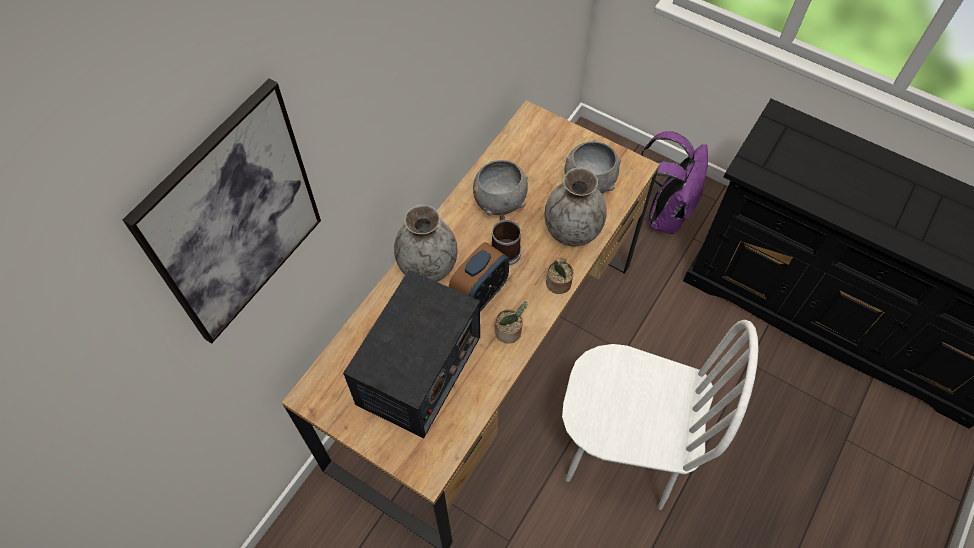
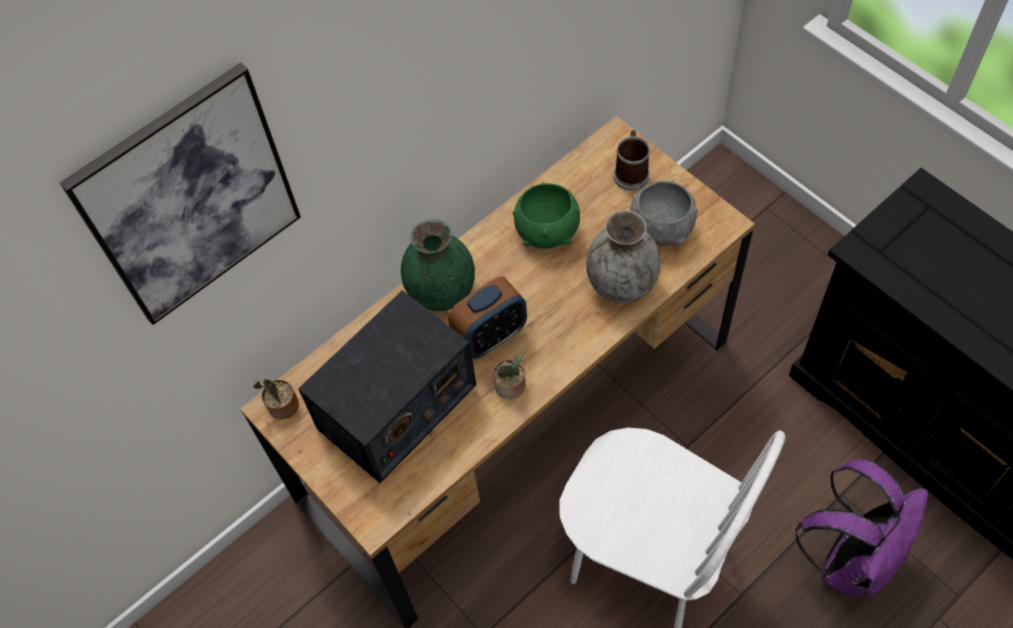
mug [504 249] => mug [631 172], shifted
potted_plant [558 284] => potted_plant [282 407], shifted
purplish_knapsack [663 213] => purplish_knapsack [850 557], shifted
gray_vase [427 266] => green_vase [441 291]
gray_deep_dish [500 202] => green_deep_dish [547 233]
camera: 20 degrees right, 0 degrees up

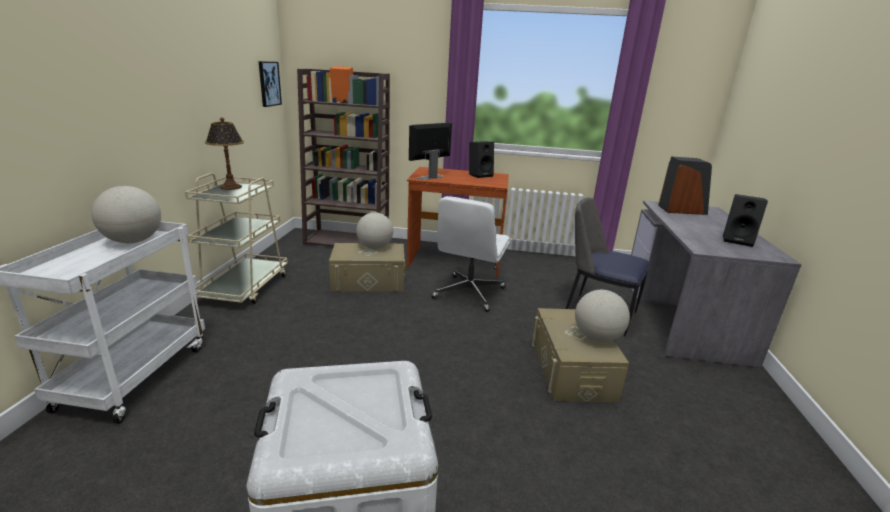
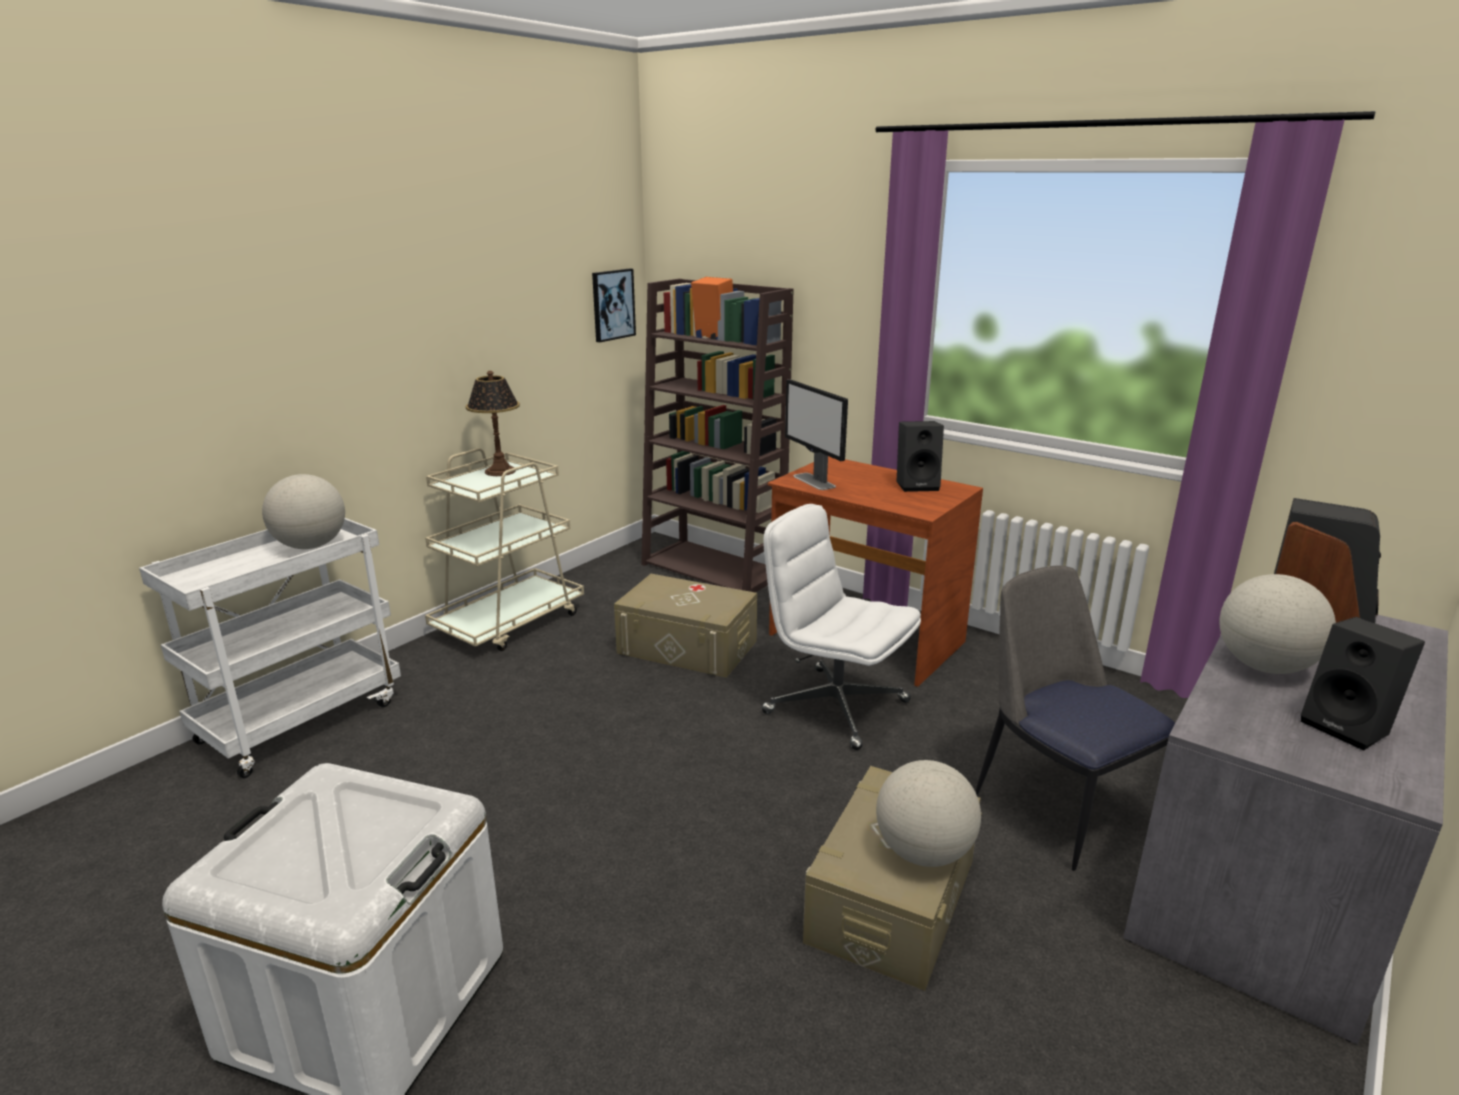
world_globe [375 247] => world_globe [1264 667], shifted
monitor [430 177] => monitor [814 481], 105 degrees counterclockwise
white-coloured_computer_chair [469 293] => white-coloured_computer_chair [834 706], 75 degrees clockwise
camera: 30 degrees right, 0 degrees up

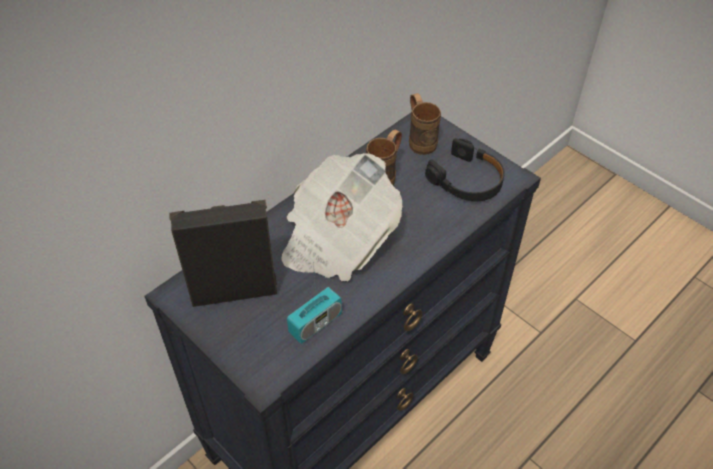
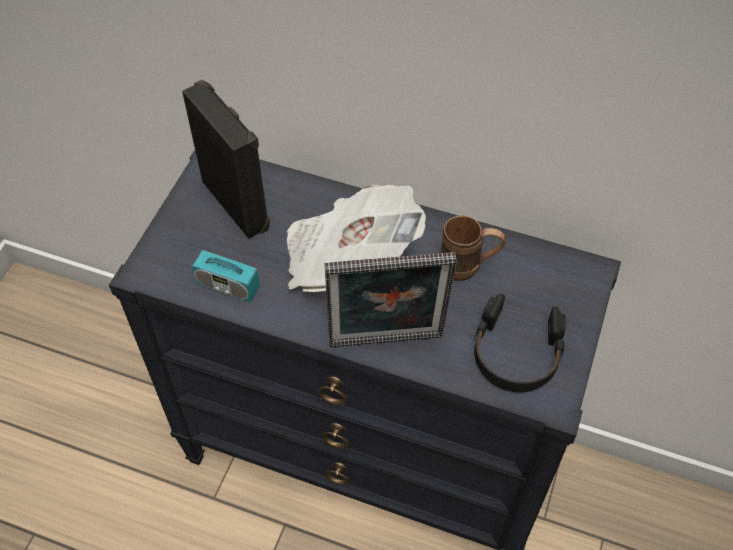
brown_mug [420 140] => nothing
nothing => photo_frame [386 344]
camera: 65 degrees right, 5 degrees up

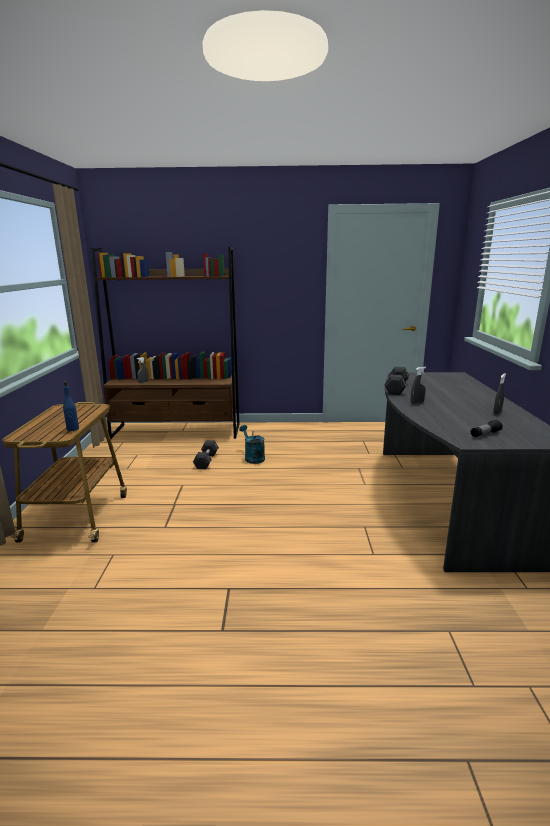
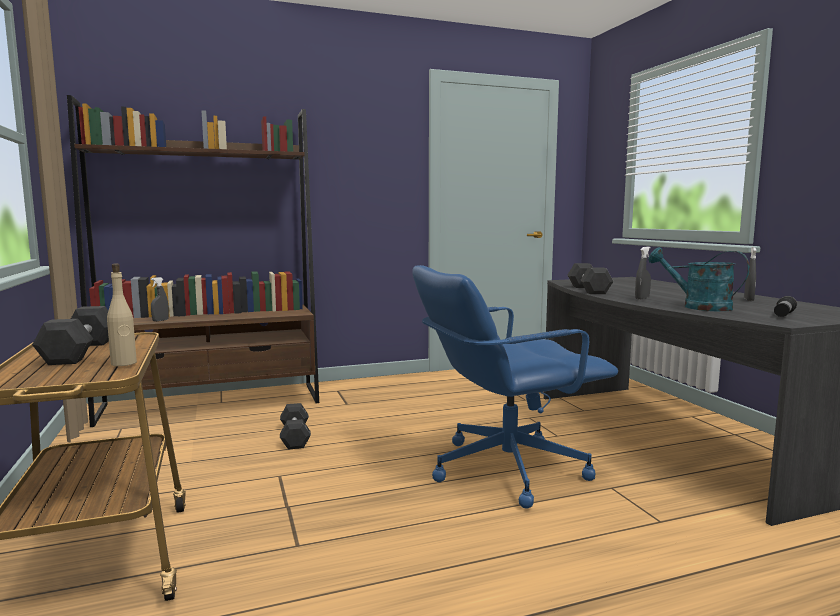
nothing => black-coloured_hand_weight [80 352]
nothing => blue_computer_chair [505 469]
blue-green_watering_pot [252 457] => blue-green_watering_pot [698 307], shifted
blue_bottle [73 429] => sand-coloured_bottle [124 363]
camera: 20 degrees left, 10 degrees down

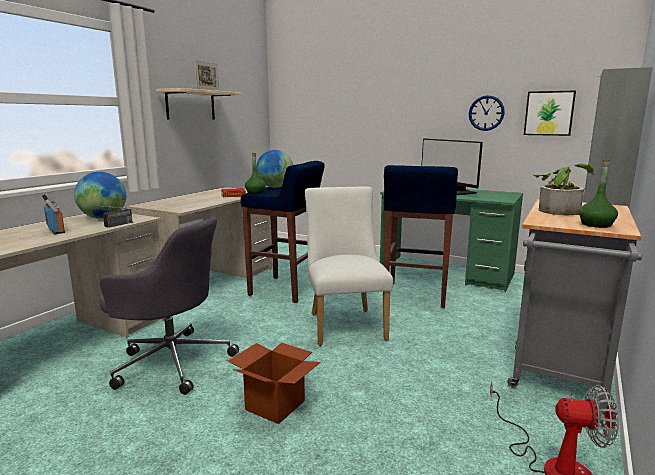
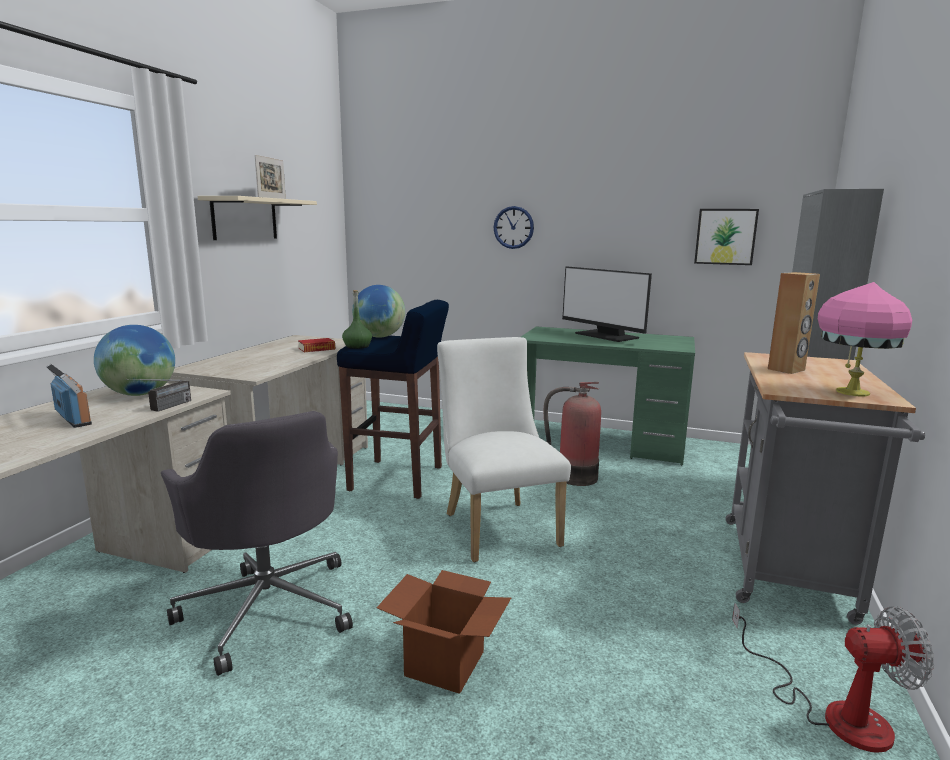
clock_on_the_wall [486 113] => clock_on_the_wall [513 227], shifted
blue_stool [415 295] => fire-fighting_cylinder [573 477]
potted_plant [559 210] => brown_speaker [786 369]
green_bottle [596 225] => pink_table_lamp [850 392]
gray_computer_chair [172 361] => gray_computer_chair [268 607], 45 degrees clockwise
camera: 10 degrees left, 0 degrees up

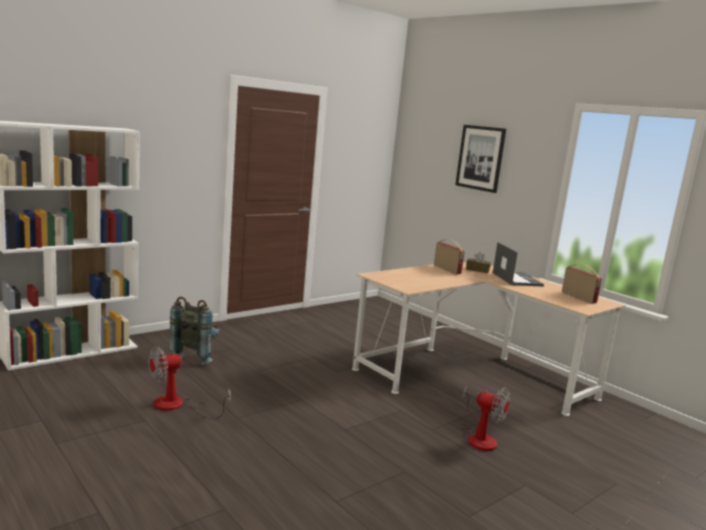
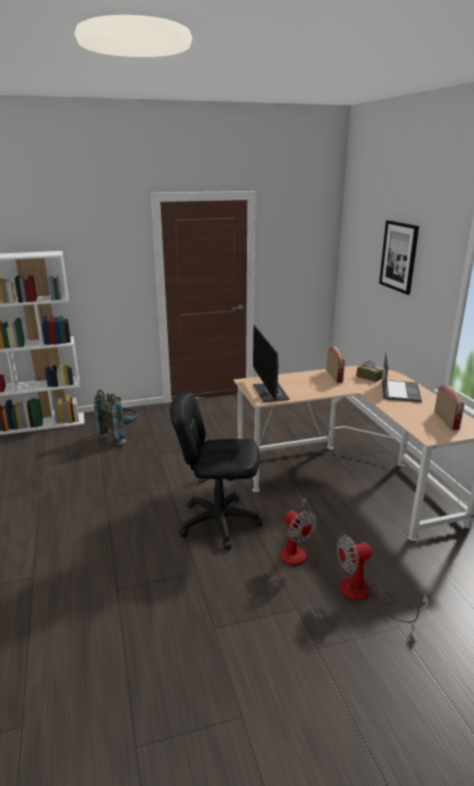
nothing => black-coloured_computer_chair [219 522]
nothing => monitor [271 393]
cooling_fan [178 406] => cooling_fan [365 595], shifted
camera: 25 degrees right, 10 degrees up

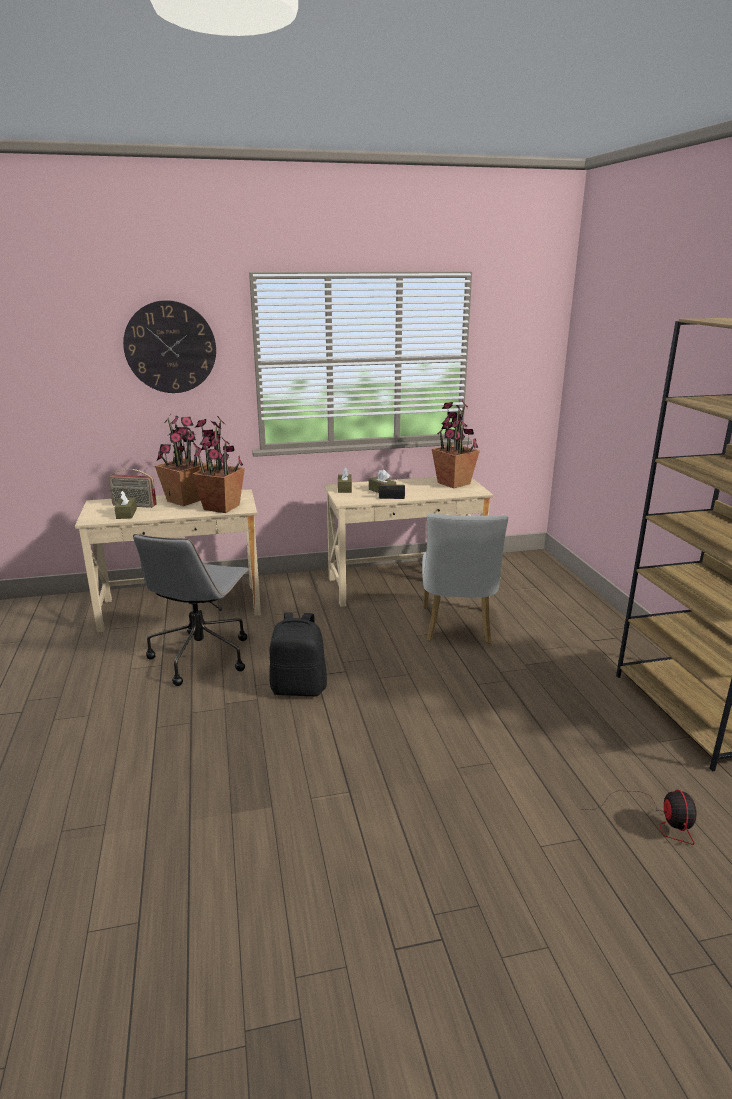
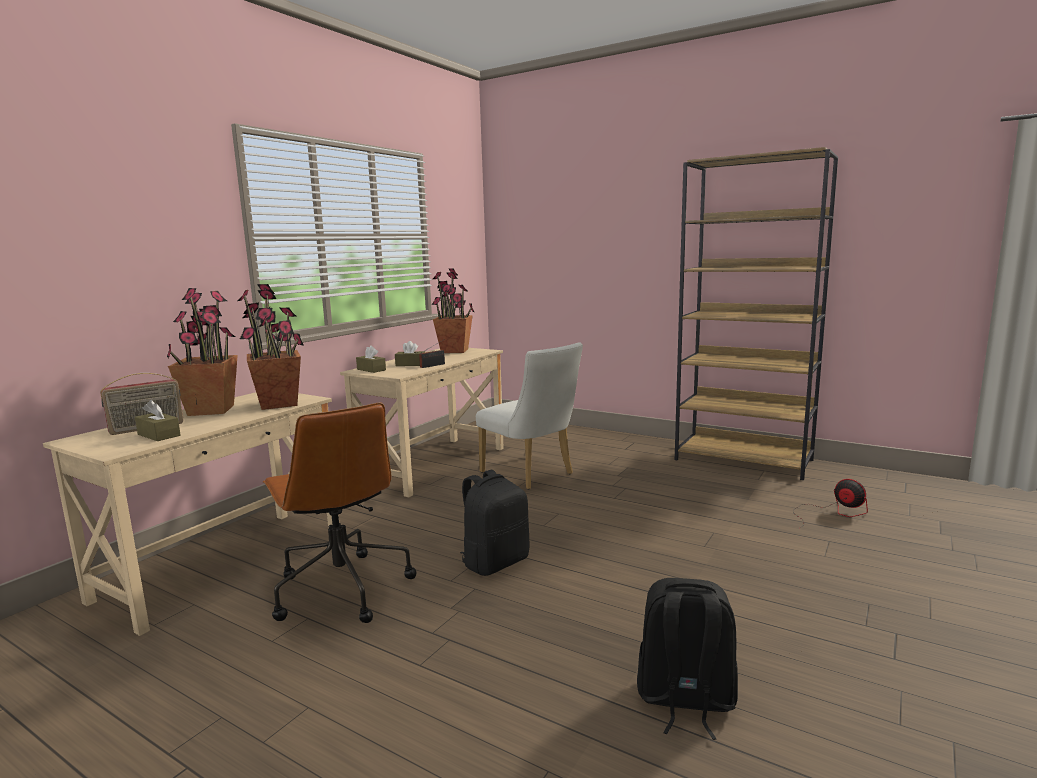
clock_on_the_wall [170 347] => nothing
nothing => black-coloured_knapsack [684 700]
gray_computer_chair [201 655] => brown_computer_chair [341 588]
camera: 45 degrees left, 10 degrees down

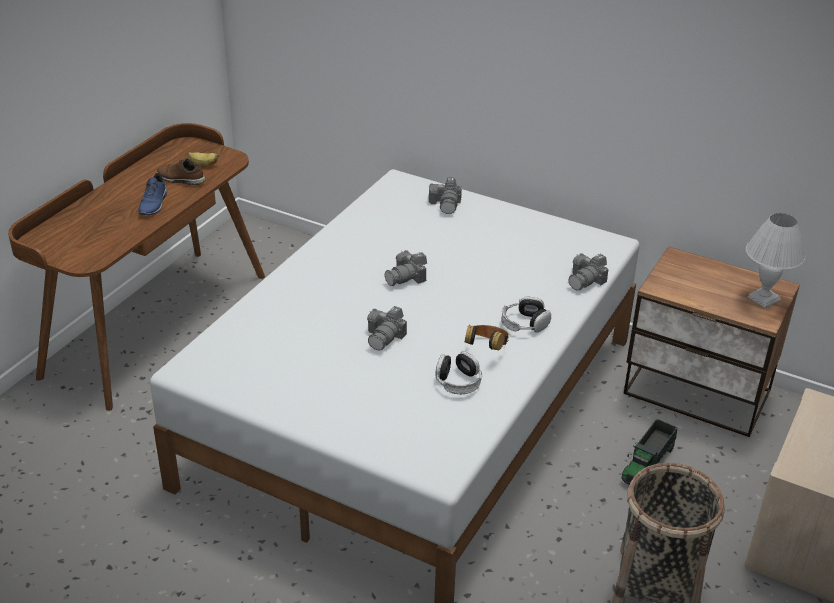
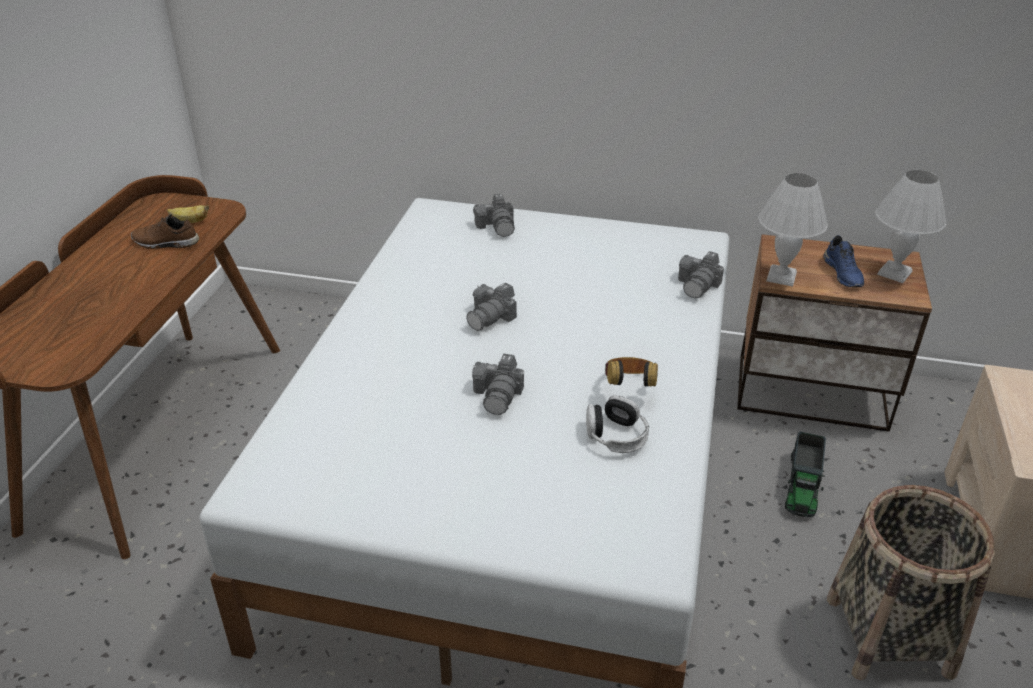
headphones [524 323] => nothing
nothing => white-coloured_table_lamp [780 277]
blue_shoe [154 204] => blue_shoe [843 273], shifted
camera: 15 degrees left, 0 degrees up

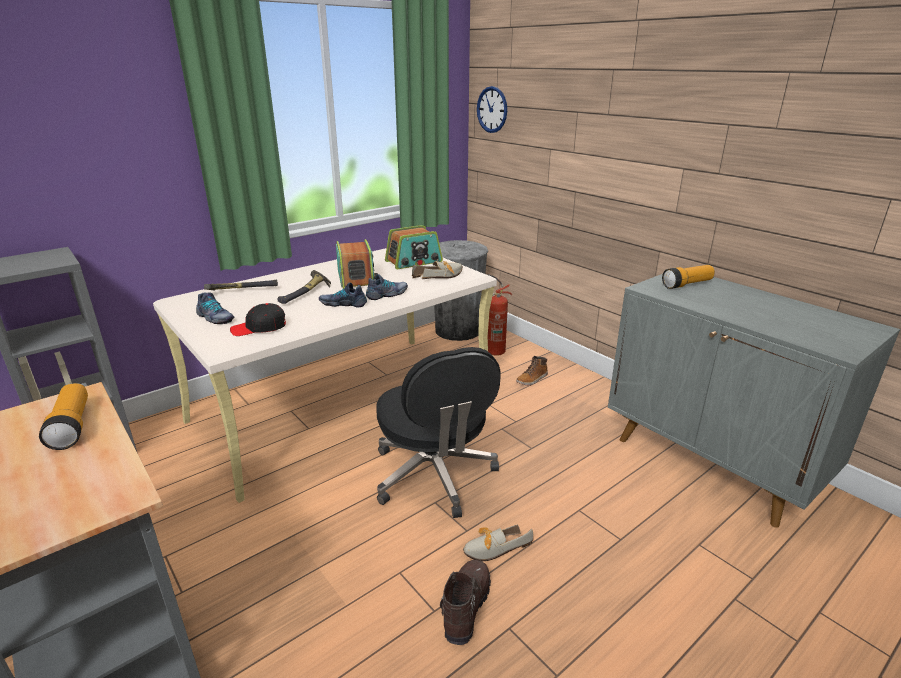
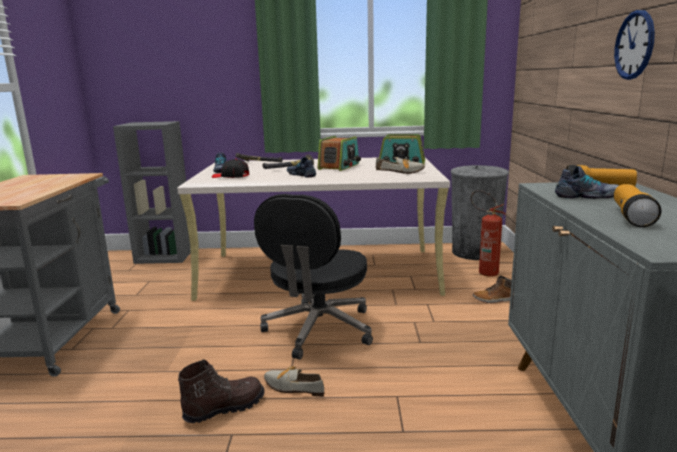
flashlight [72 426] => flashlight [631 217], shifted
shoe [387 294] => shoe [587 196], shifted
clock_on_the_wall [492 109] => clock_on_the_wall [634 45], shifted
camera: 40 degrees right, 10 degrees down

